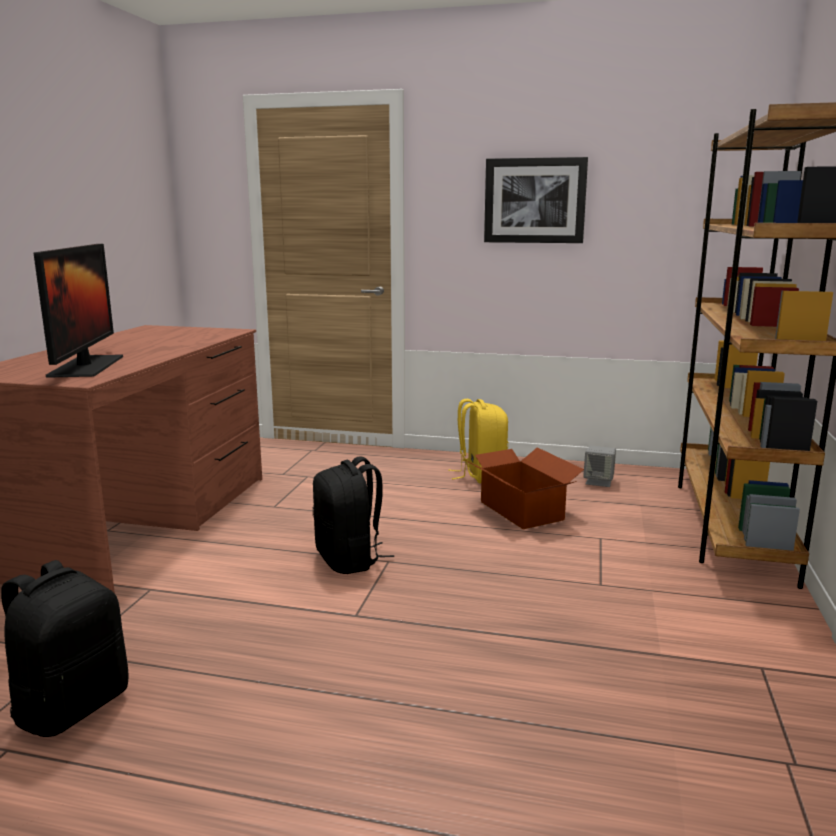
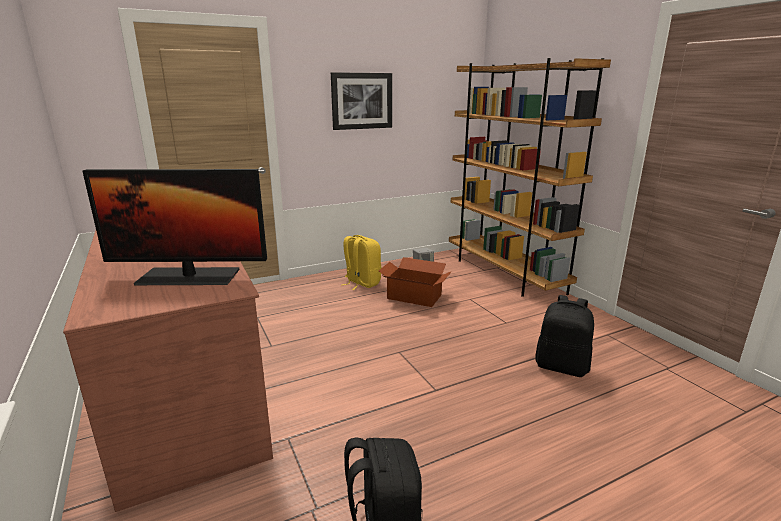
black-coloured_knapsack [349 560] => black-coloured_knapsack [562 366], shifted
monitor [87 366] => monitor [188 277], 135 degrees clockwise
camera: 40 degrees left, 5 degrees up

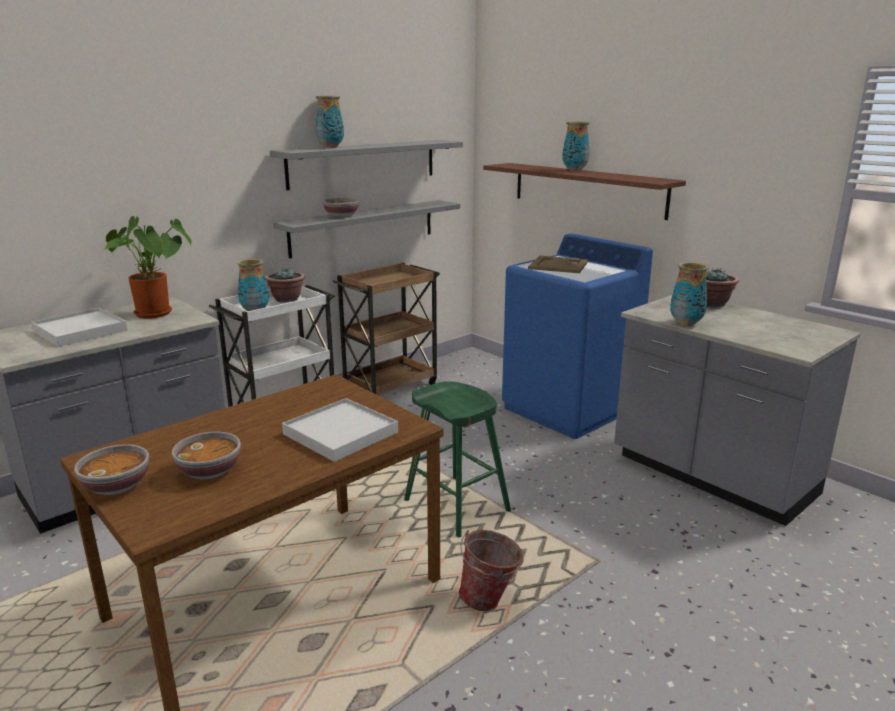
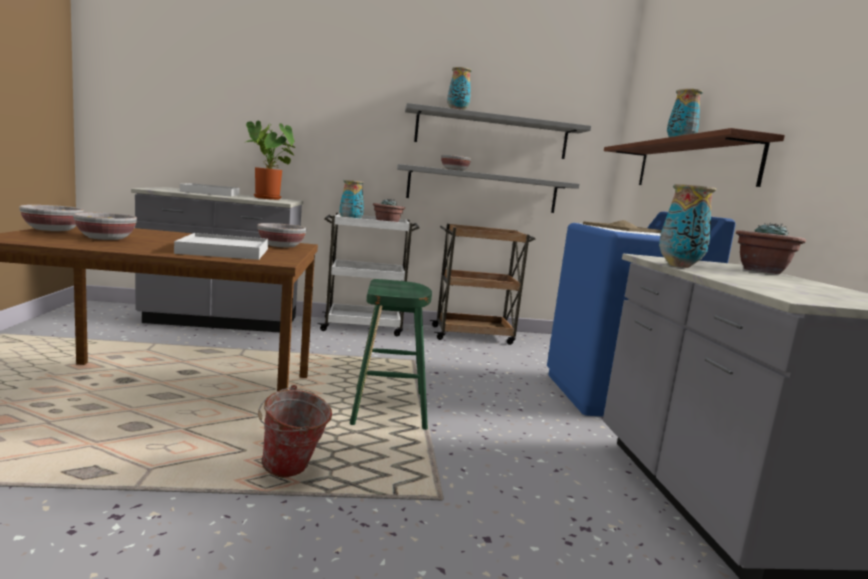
nothing => deep_dish [281 246]
camera: 35 degrees right, 10 degrees down

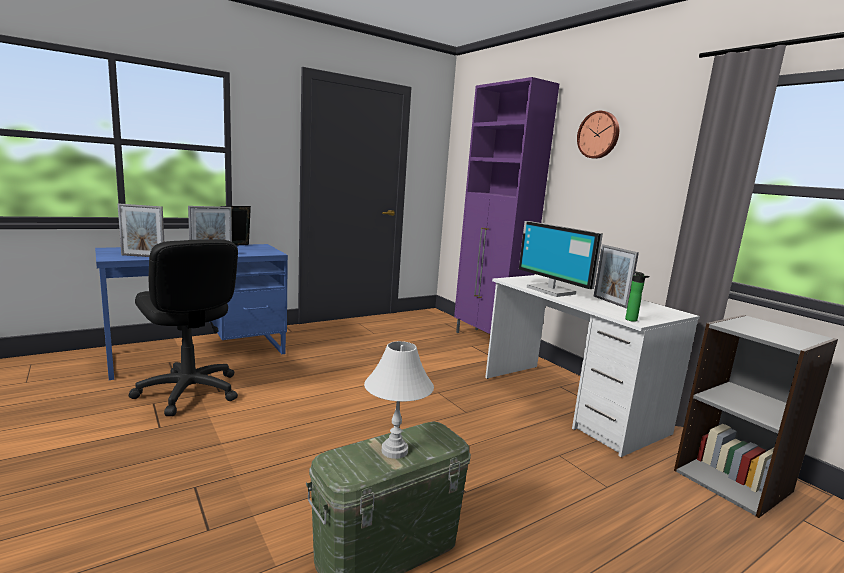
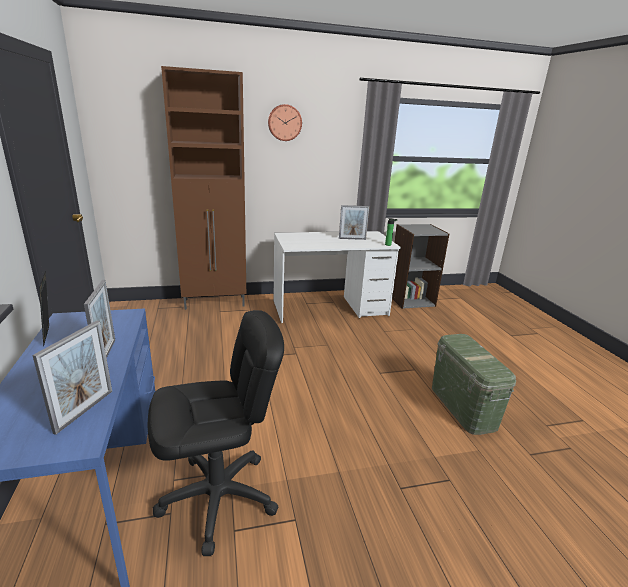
white-coloured_table_lamp [395 450] => nothing
monitor [552 290] => nothing
purplish_cabinet [487 341] => brown_cabinet [215 303]
camera: 70 degrees left, 10 degrees up

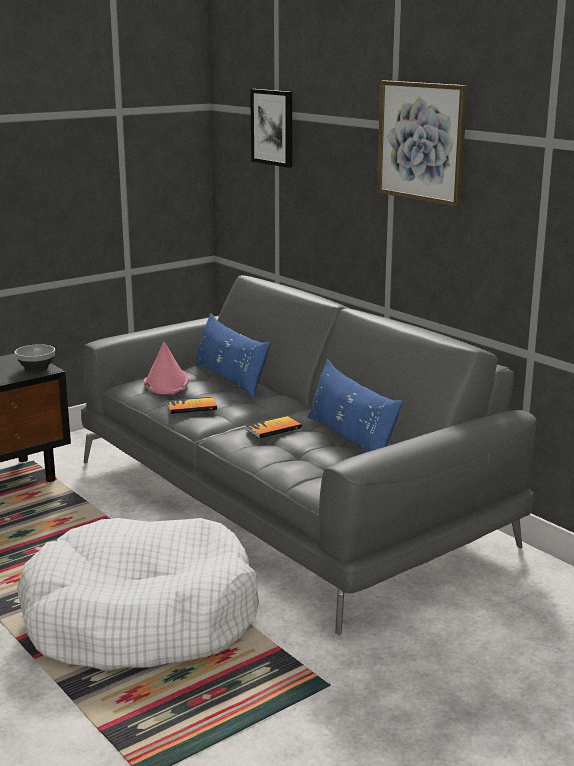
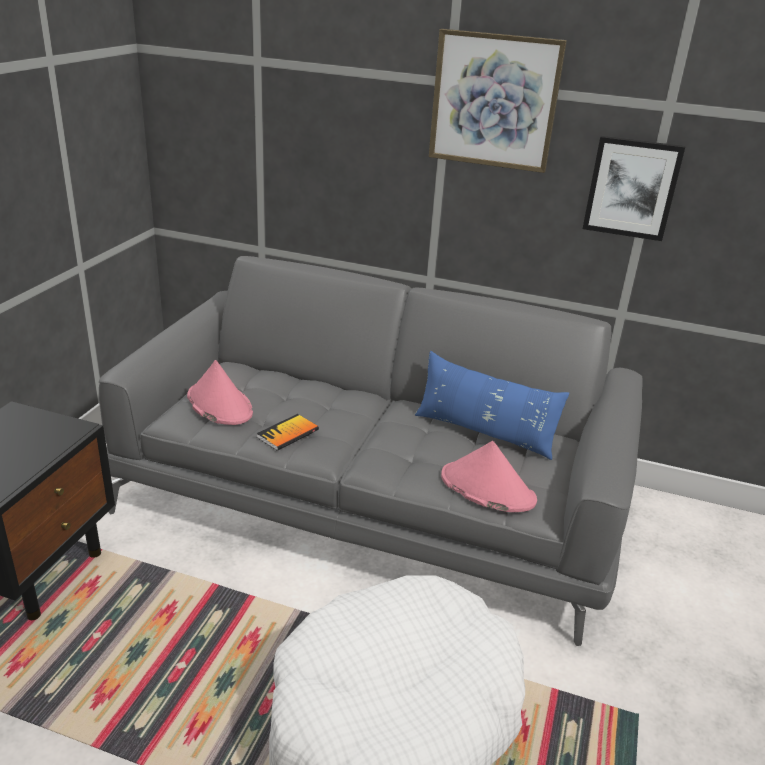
deep_dish [36 368] => nothing
blue_pillow [230 379] => nothing
book [273 428] => nothing
nothing => pink_wearable_hat [487 488]
wall_art [273 127] => wall_art [631 188], shifted
camera: 35 degrees left, 10 degrees up

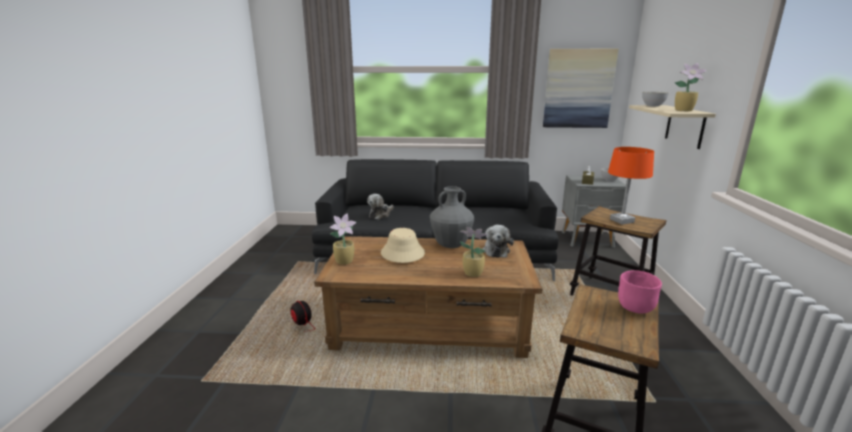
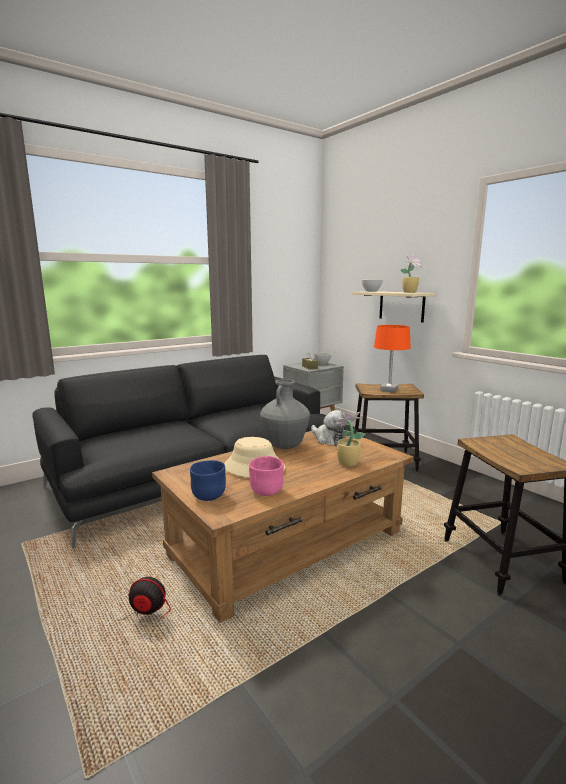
soft_toy [380 215] => nothing
wall_art [578 89] => nothing
pink_deep_dish [634 308] => pink_deep_dish [266 491], shifted
potted_plant [345 261] => blue_deep_dish [208 496]
camera: 40 degrees left, 5 degrees down

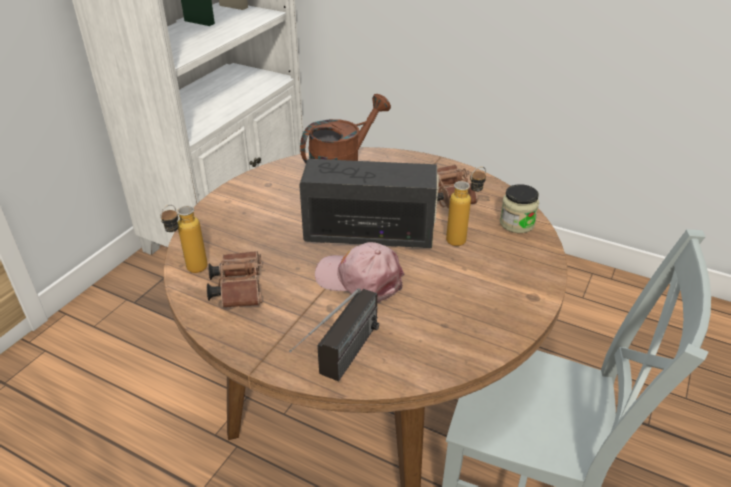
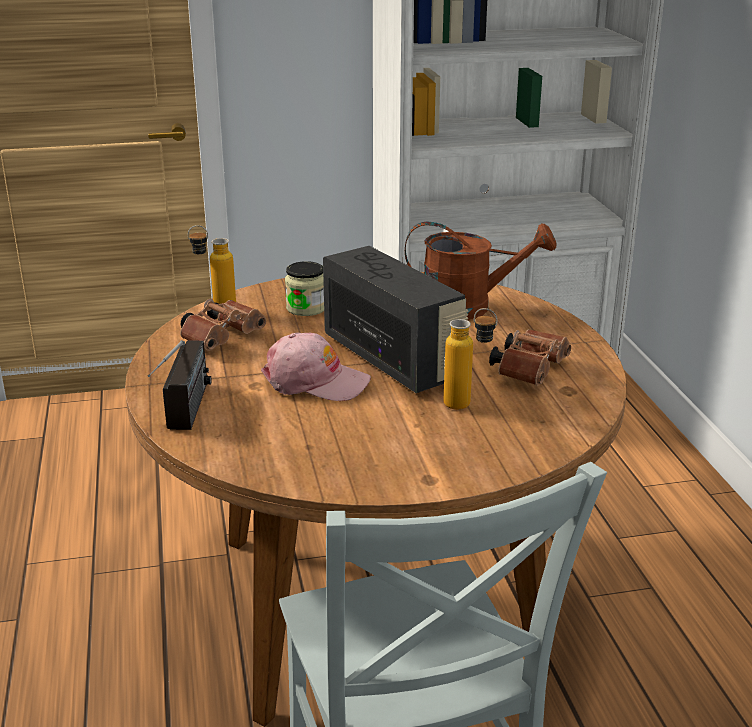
storage_jar [516 223] => storage_jar [306 308], shifted
radio_set [340 365] => radio_set [186 418], 75 degrees counterclockwise
pink_peaked_cap [360 279] => pink_peaked_cap [315 381], 120 degrees clockwise
camera: 50 degrees right, 10 degrees down

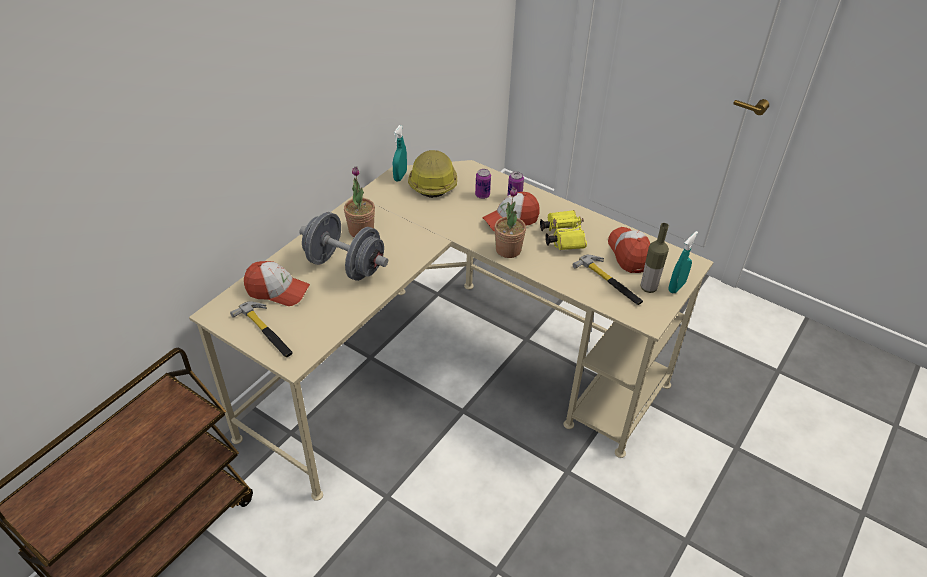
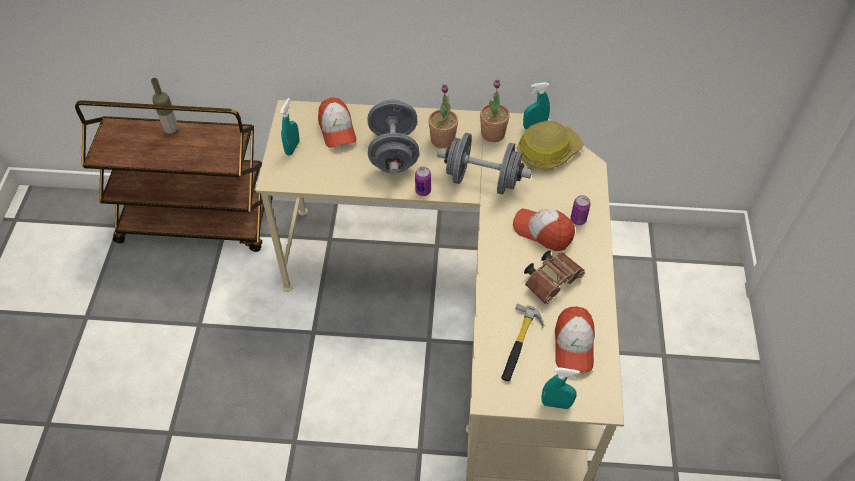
nothing => gray_hand_weight [482 180]
sealed_can [482 195] => sealed_can [423 191], shifted
potted_plant [508 250] => potted_plant [492 134], shifted
bottle [648 288] => bottle [171 130], shifted
hand_hammer [266 331] => blue-green_spray_bottle [292 148]
yellow-coloured_field_glasses [562 237] => brown_field_glasses [552 280]
peaked_cap [629 253] => peaked_cap [573 345], 135 degrees clockwise
camera: 60 degrees right, 10 degrees up

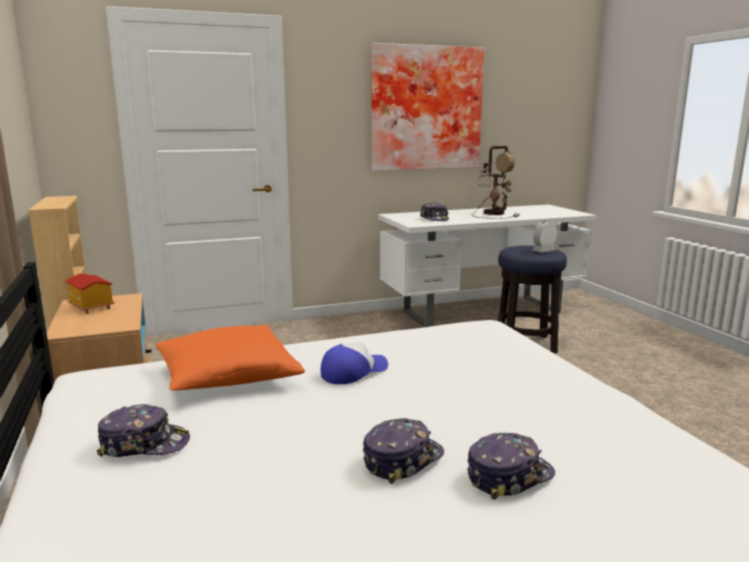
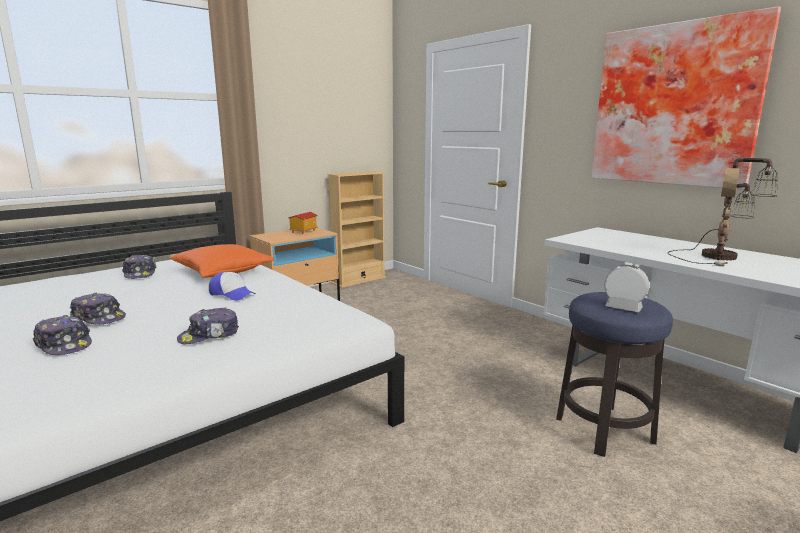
peaked_cap [434 219] => peaked_cap [209 336], shifted
camera: 70 degrees right, 0 degrees up

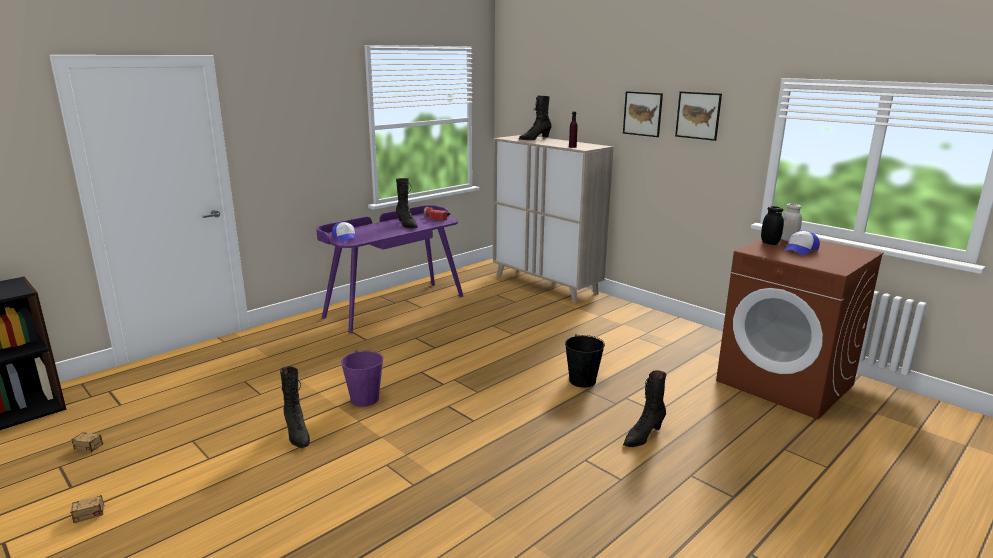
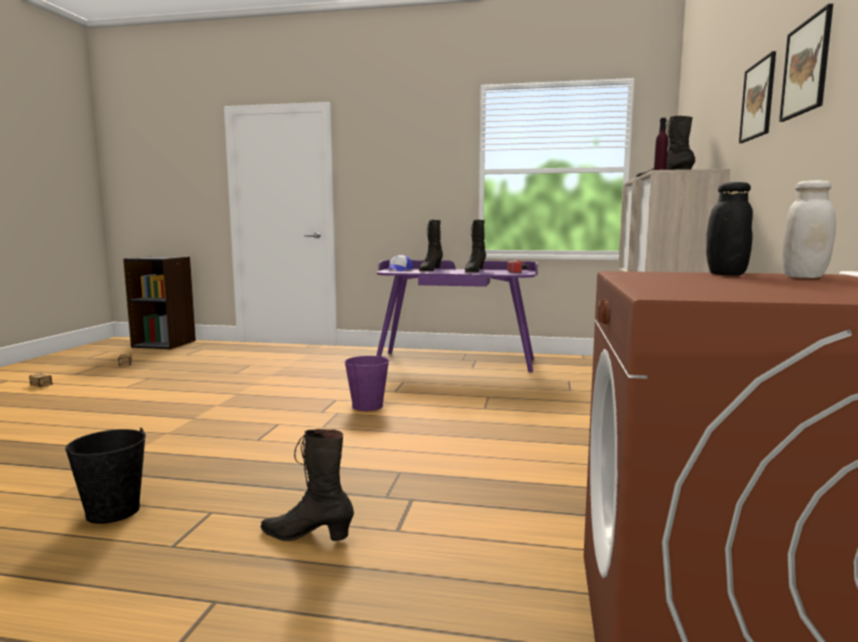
peaked_cap [800 250] => nothing
black-coloured_boot [297 434] => black-coloured_boot [430 270], shifted
purplish_bucket [364 399] => purplish_bucket [367 406], shifted
black-coloured_bucket [582 381] => black-coloured_bucket [112 511], shifted
camera: 55 degrees right, 10 degrees down

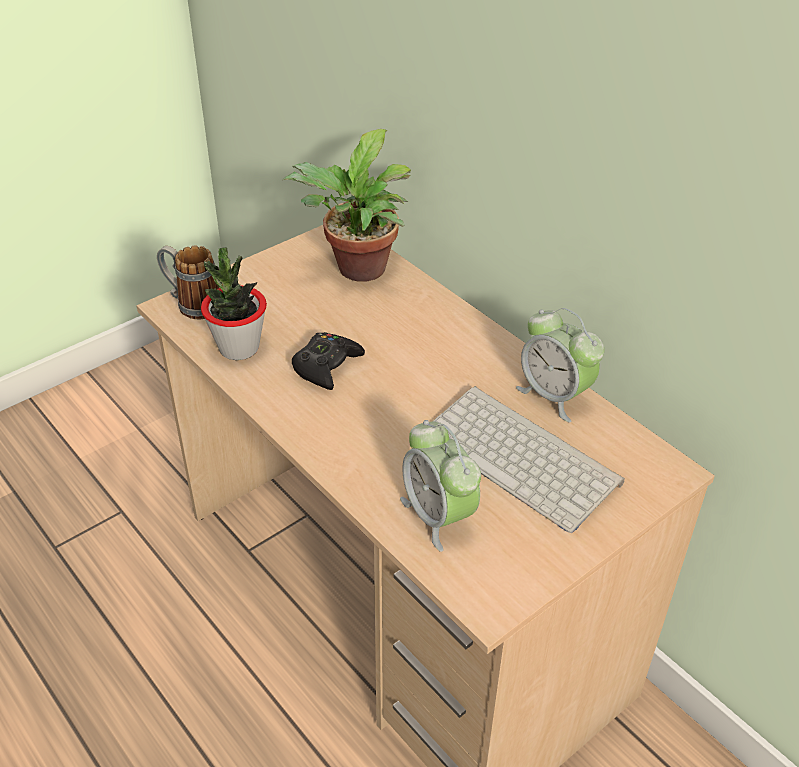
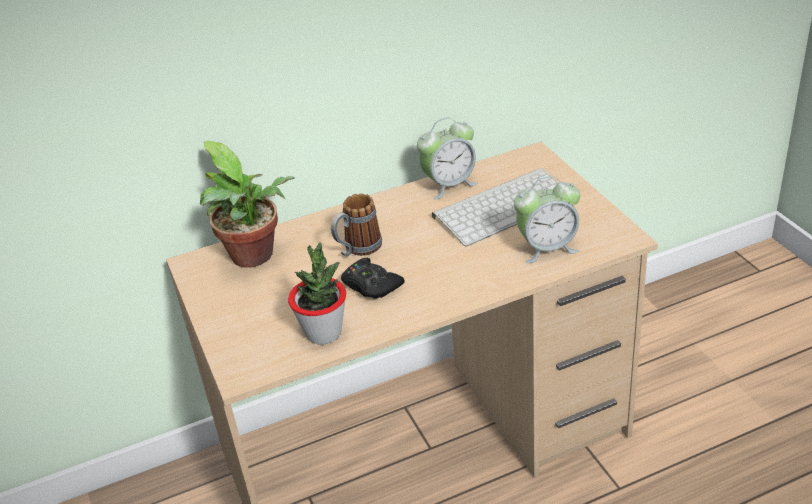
mug [192 304] => mug [357 249], shifted
camera: 70 degrees left, 5 degrees down

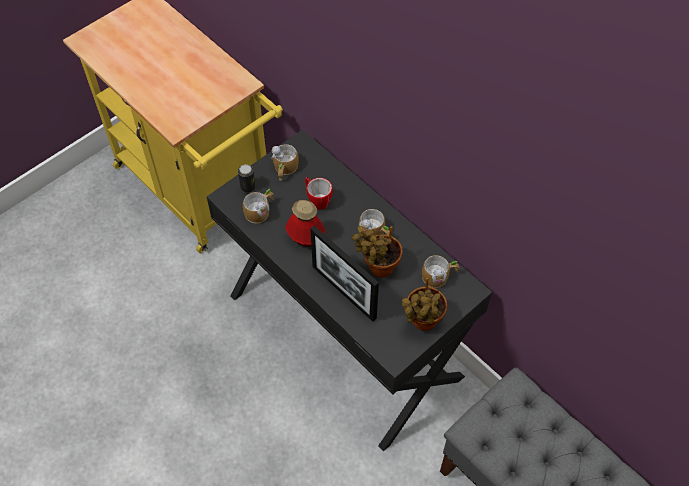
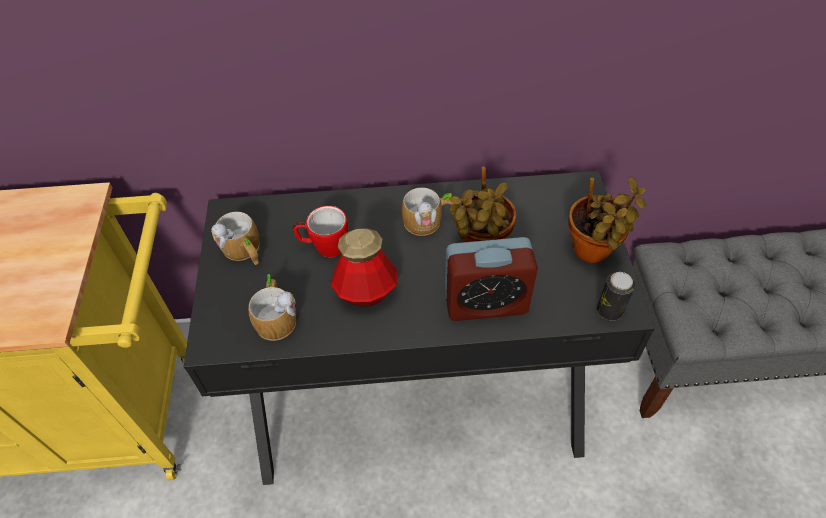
mug [439 276] => nothing
sealed_can [248 187] => sealed_can [609 310], shifted
photo_frame [344 292] => bedside_clock [486 303]
camera: 50 degrees left, 5 degrees down

